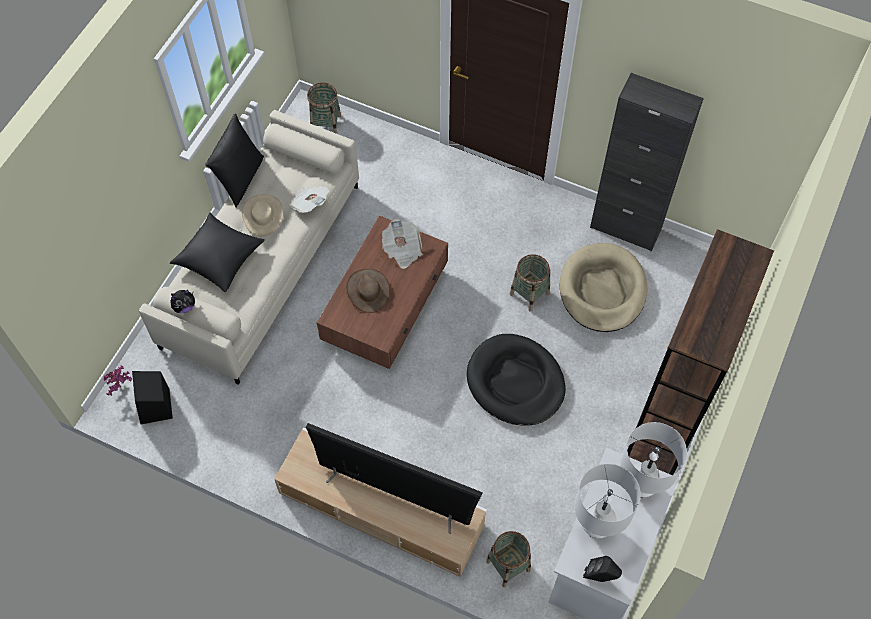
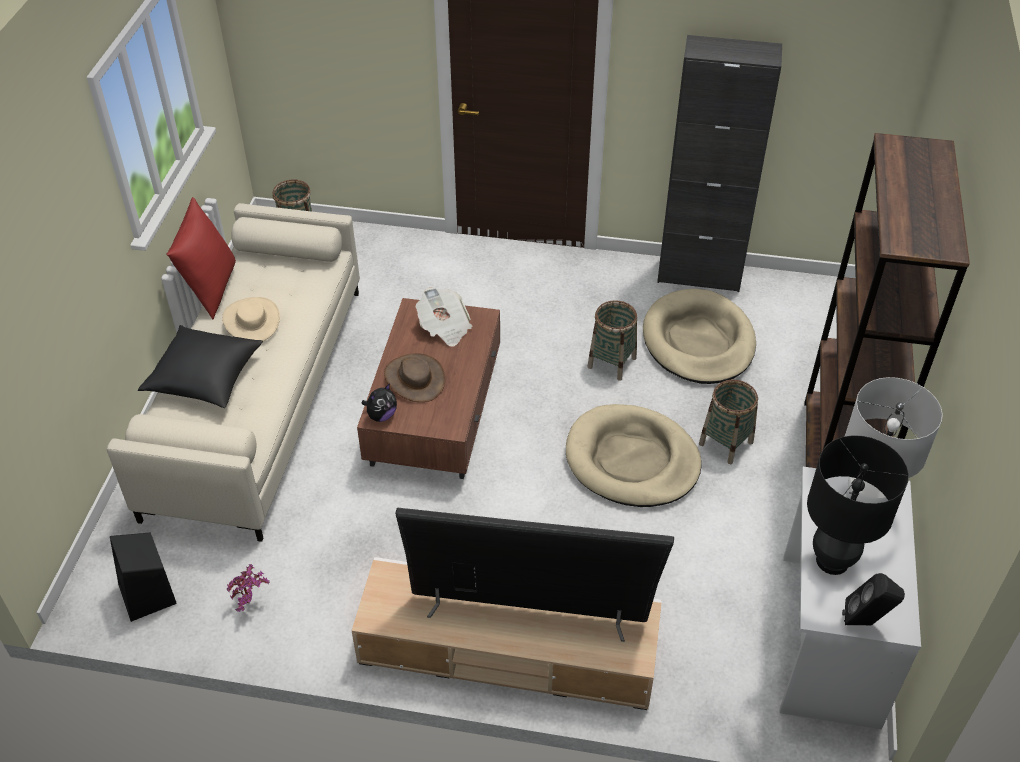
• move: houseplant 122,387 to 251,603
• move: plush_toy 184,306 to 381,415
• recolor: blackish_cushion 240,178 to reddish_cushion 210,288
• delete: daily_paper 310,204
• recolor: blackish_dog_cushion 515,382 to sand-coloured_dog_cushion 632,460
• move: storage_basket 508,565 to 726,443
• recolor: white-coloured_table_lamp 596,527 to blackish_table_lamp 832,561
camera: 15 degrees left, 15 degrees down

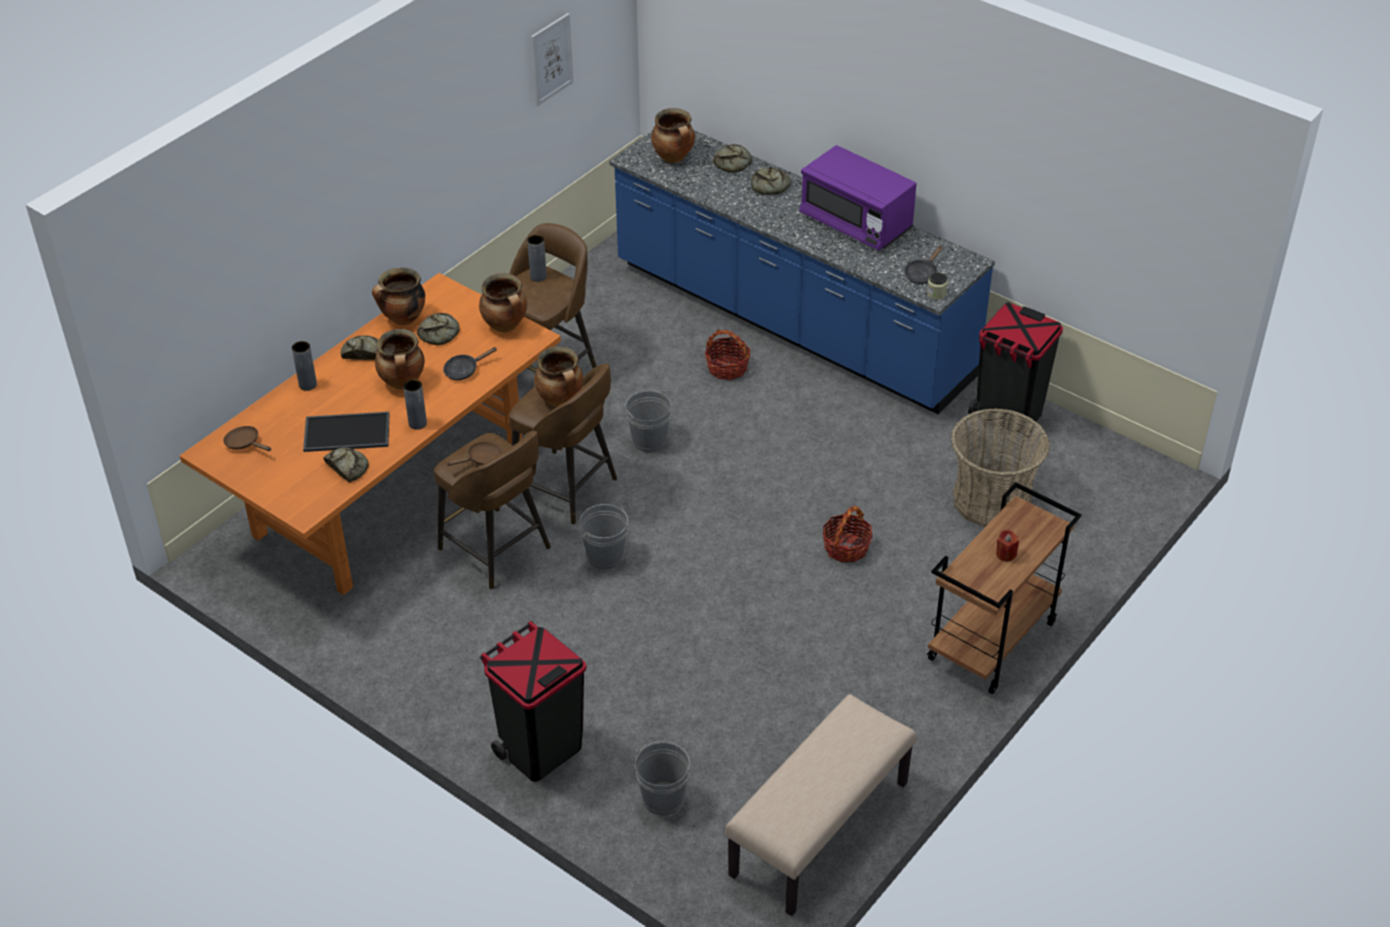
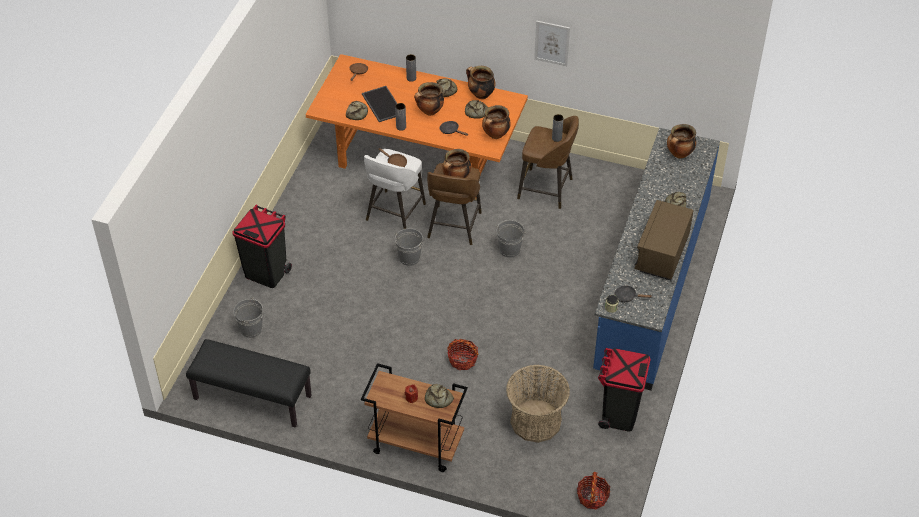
• recolor: brown-coloured_stool_seat 496,550 to white-coloured_stool_seat 394,213
• move: wall_art 551,59 to 552,43
• move: storage_basket 727,368 to 592,497
• move: baked_bread 734,163 to 438,399
• recolor: sand-coloured_bench 820,830 to blackish_bench 252,398
• recolor: purple_microwave_oven 856,223 to brown-coloured_microwave_oven 662,253
camera: 70 degrees right, 5 degrees up

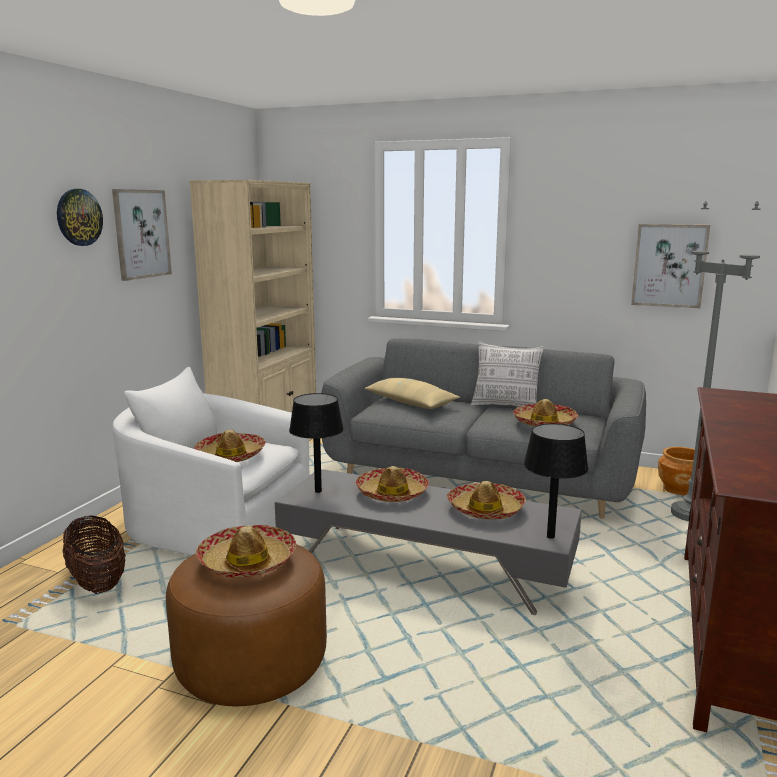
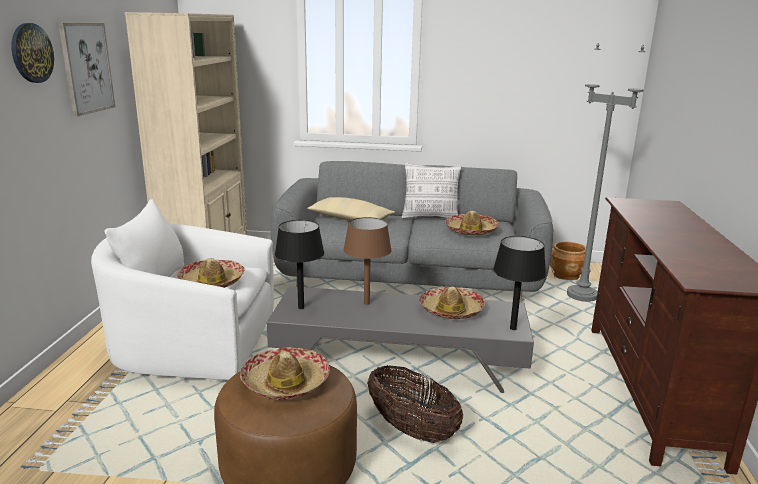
• move: storage_basket 97,582 to 411,429
• replace: clothing_hat 392,493 to brown-coloured_table_lamp 366,303
• delete: wall_art 669,265
camera: 15 degrees left, 5 degrees up

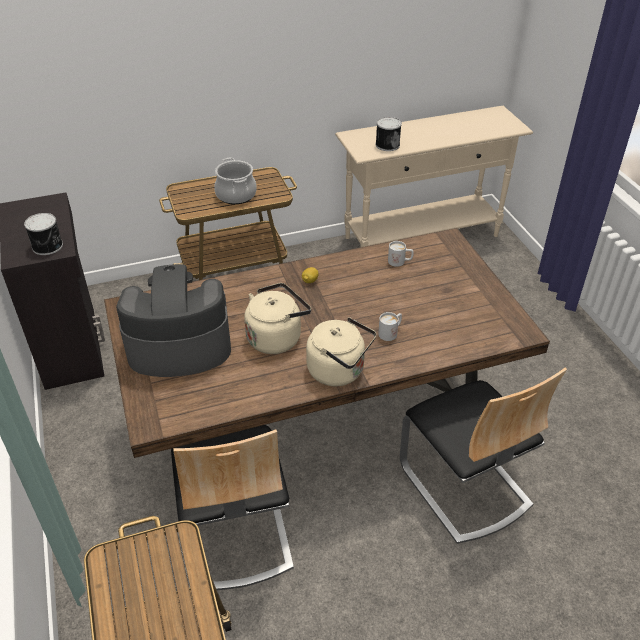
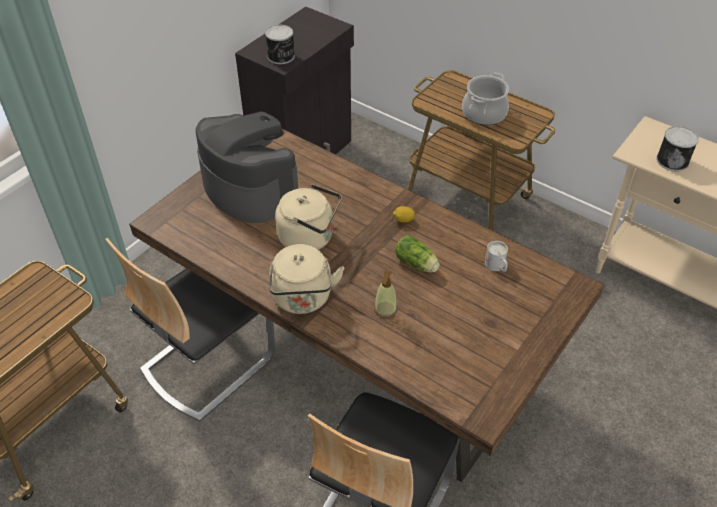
• replace: white-coloured_mug 390,332 to soap_dispenser 385,309
• insert: lettuce 417,264
camera: 55 degrees right, 5 degrees up

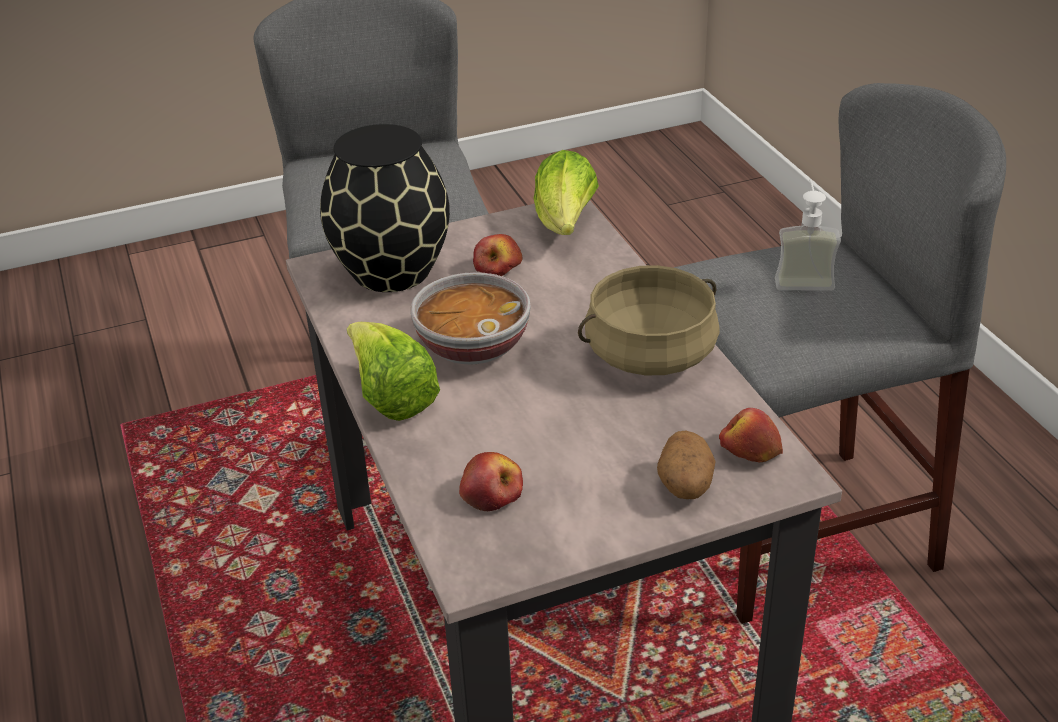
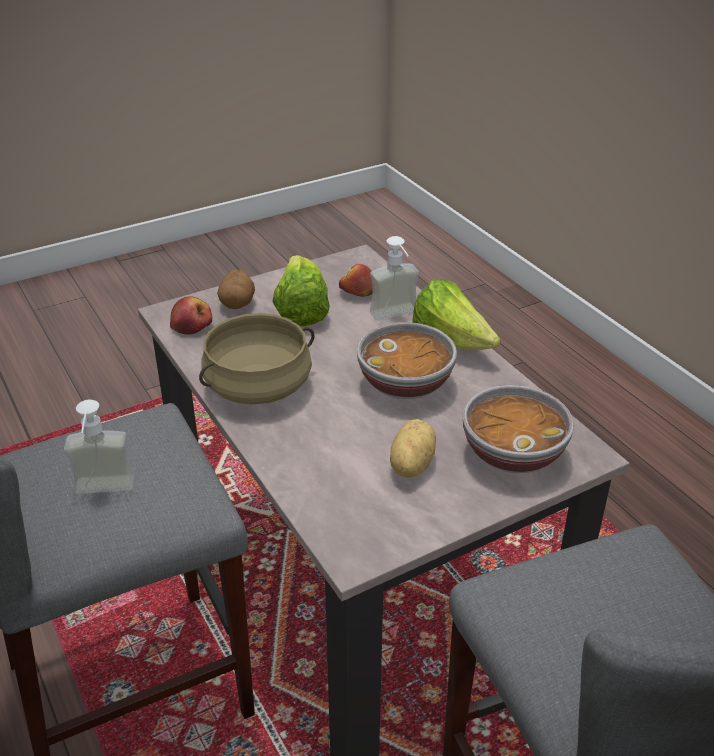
• replace: blackish_decorative_vase 392,272 to bowl 512,452
• replace: apple_fruit 498,268 to whole_potato 410,465
• move: lettuce 565,224 to 301,311
• insert: soap_dispenser 397,317
camera: 170 degrees right, 0 degrees up

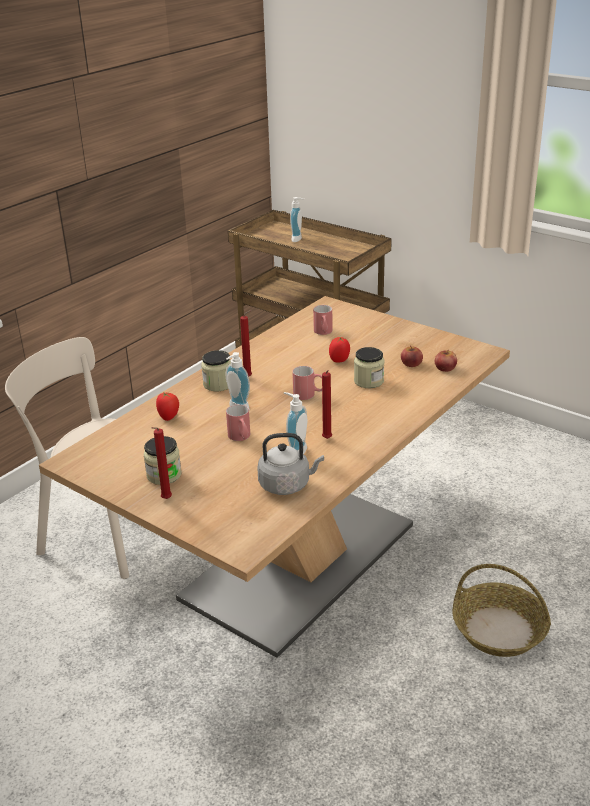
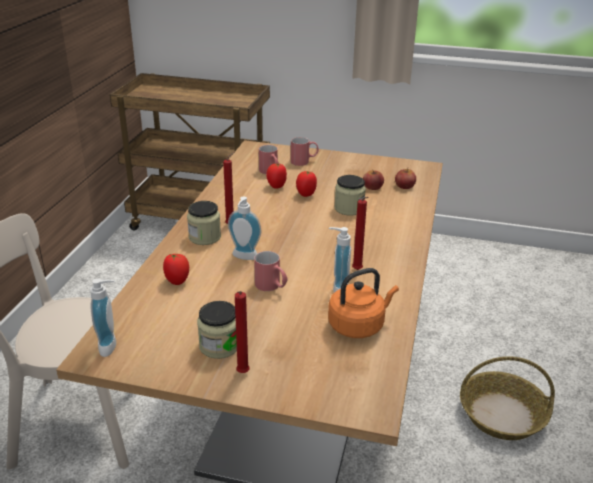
• recolor: greyish_water_kettle 287,485 to orangey_water_kettle 358,325
• move: soap_dispenser 298,239 to 111,346
• move: reddish_mug 309,395 to 304,161
• insert: fresh_tomato 276,186
camera: 25 degrees left, 0 degrees up

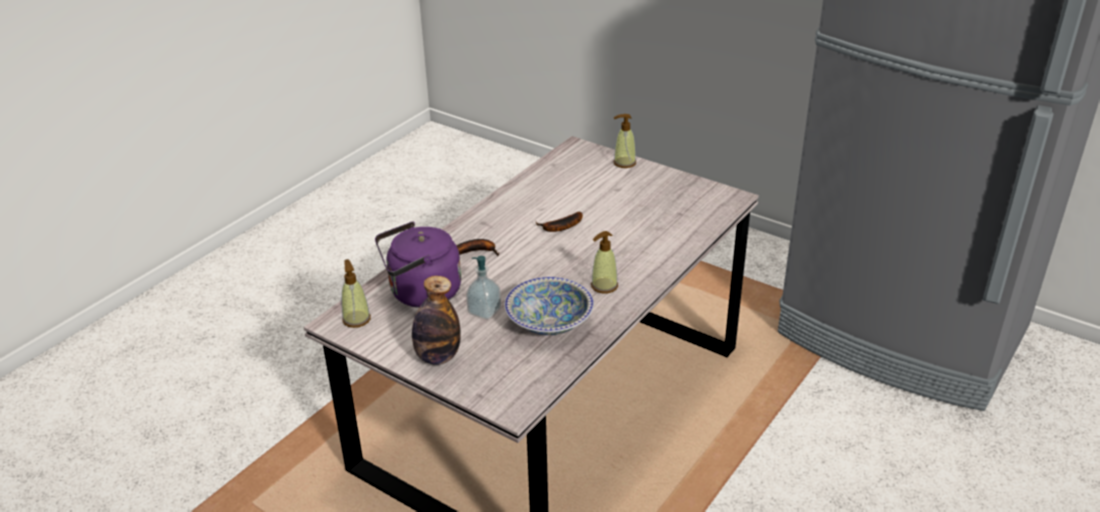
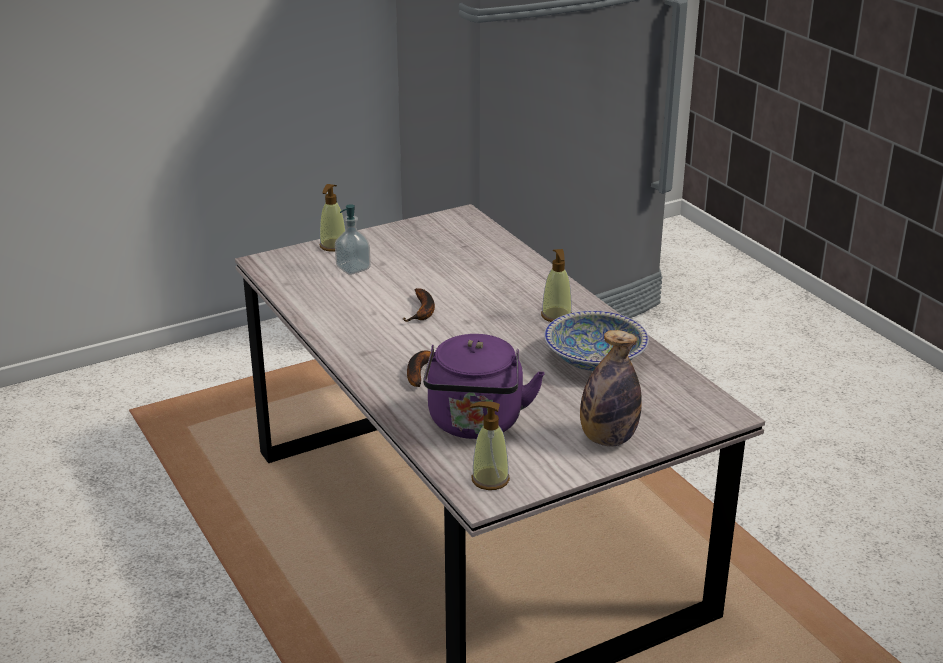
• move: soap_dispenser 484,311 to 353,268
camera: 65 degrees left, 5 degrees down

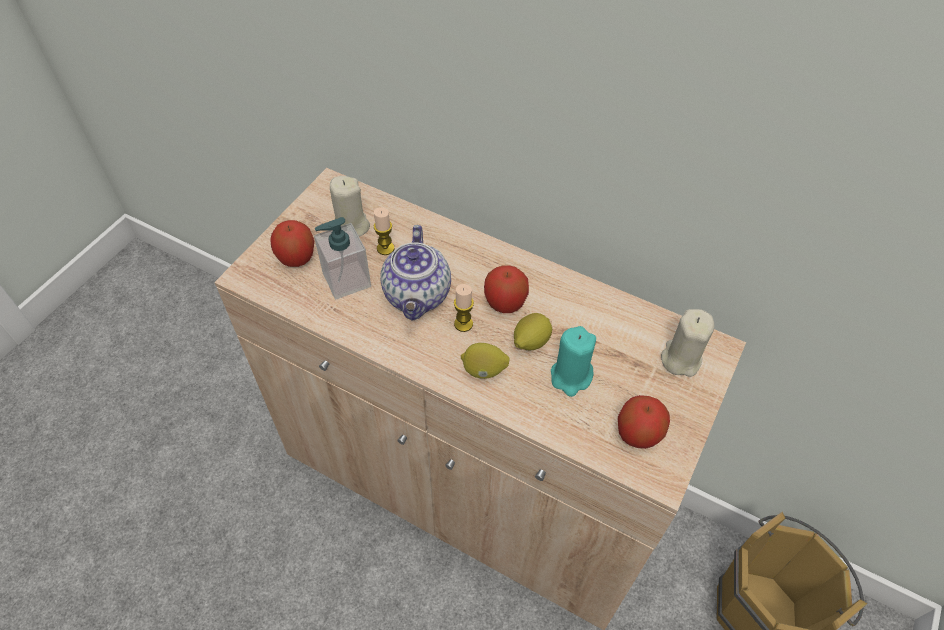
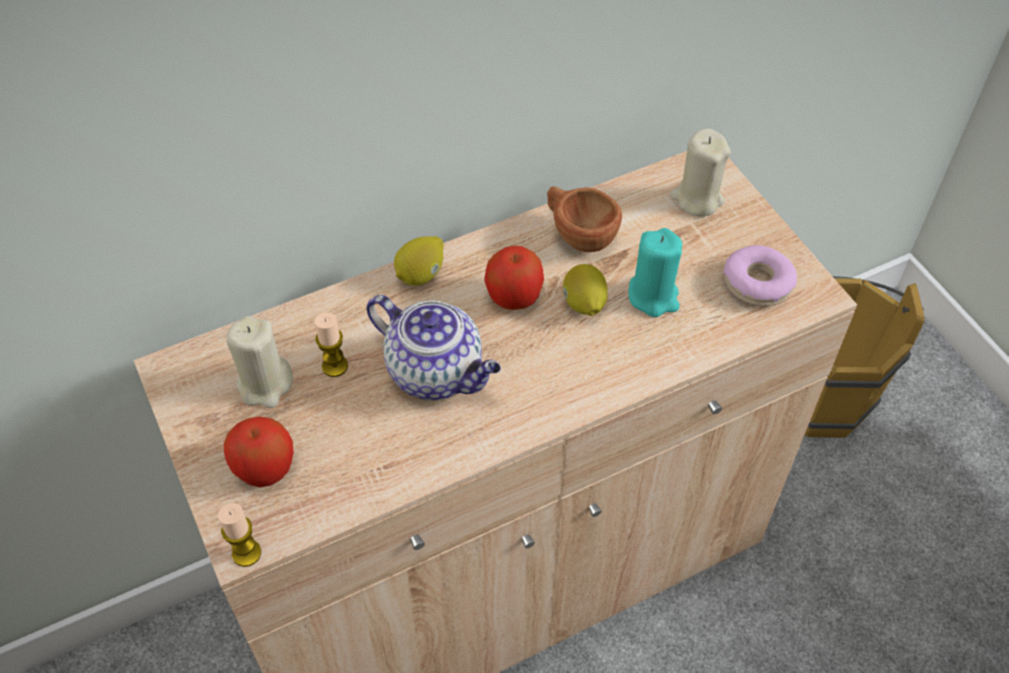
• delete: soap_dispenser 346,280
• move: candle 463,324 to 246,553
• move: lemon 484,370 to 421,274
• replace: apple_fruit 637,434 to doughnut 757,283
• insert: brown-coloured_small_cup 578,234
camera: 55 degrees left, 0 degrees up

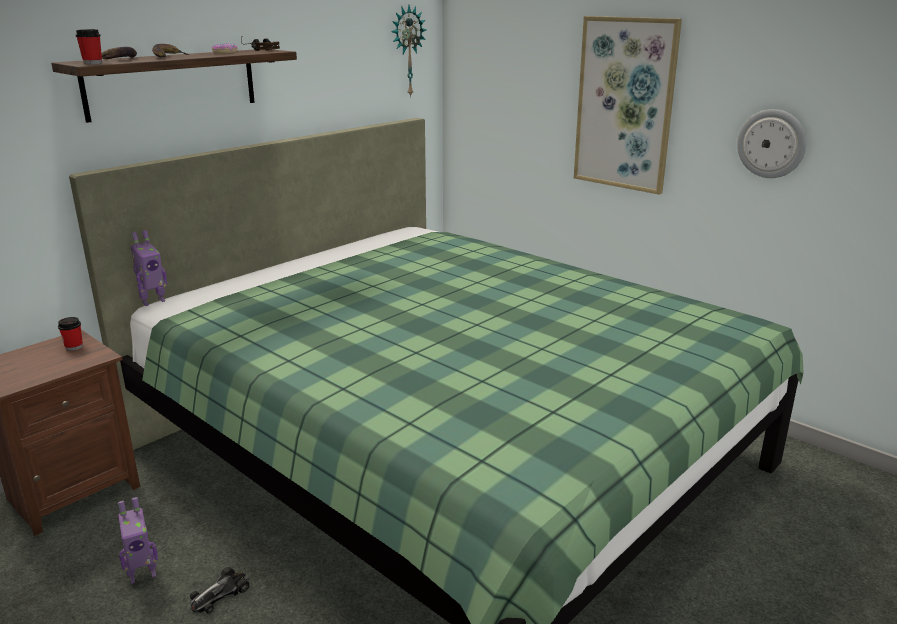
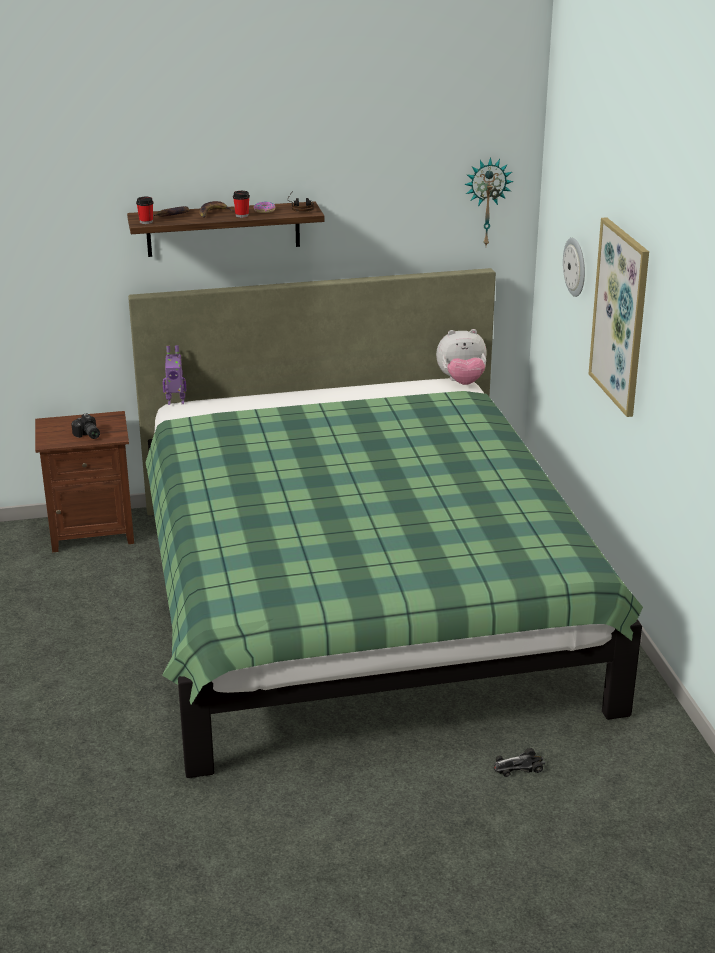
• move: small_cup 74,347 to 242,215
• delete: model_robot 142,574
• move: miniature_car 220,594 to 519,766
• move: wall_clock 771,143 to 575,267
• insert: still_camera 87,435
• insert: plush_toy 461,382
camera: 35 degrees right, 5 degrees up

